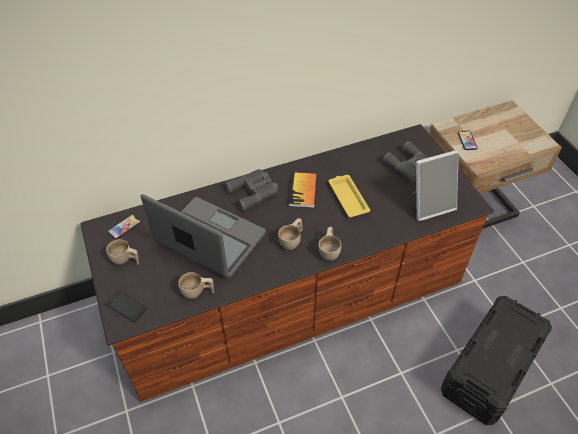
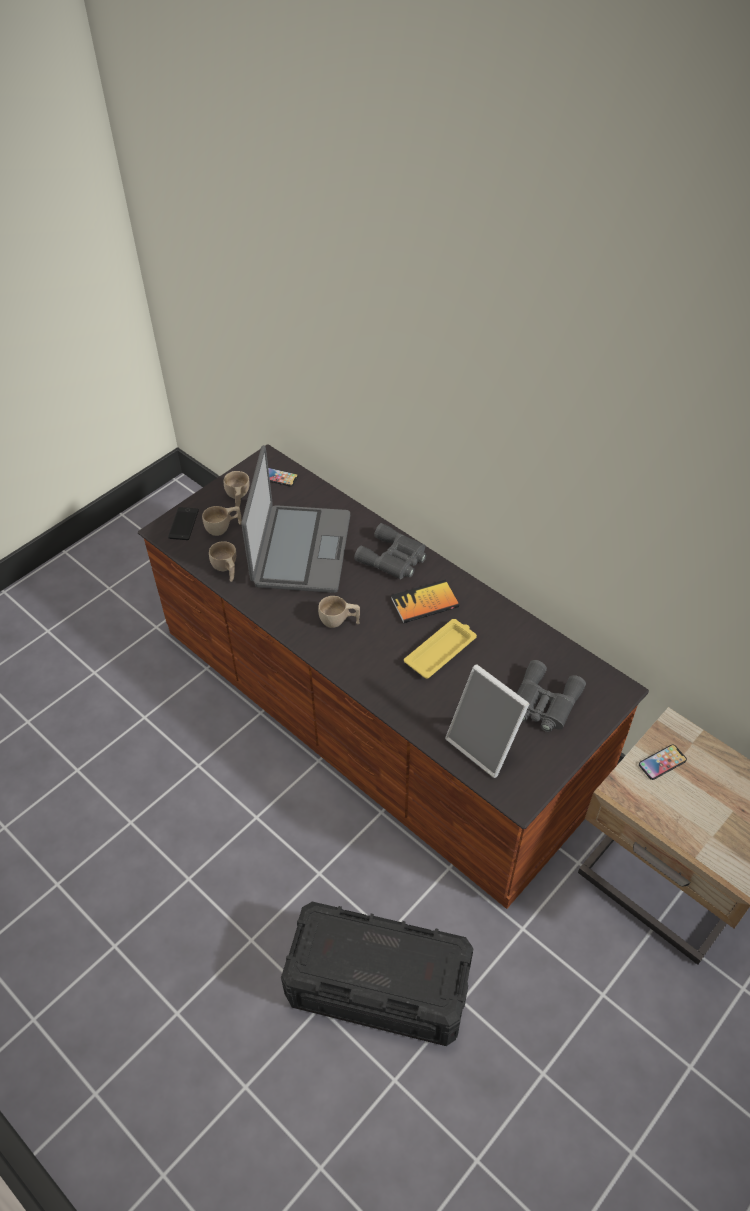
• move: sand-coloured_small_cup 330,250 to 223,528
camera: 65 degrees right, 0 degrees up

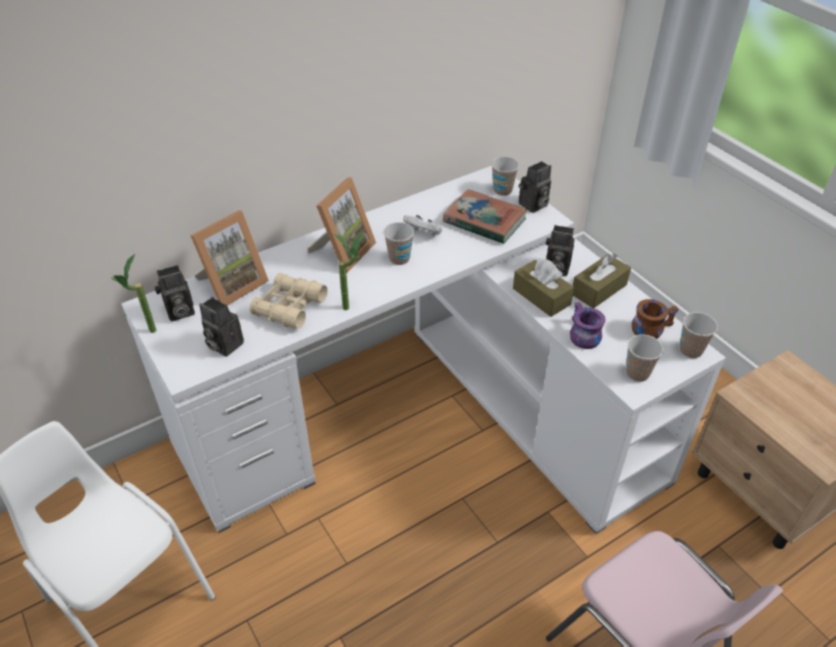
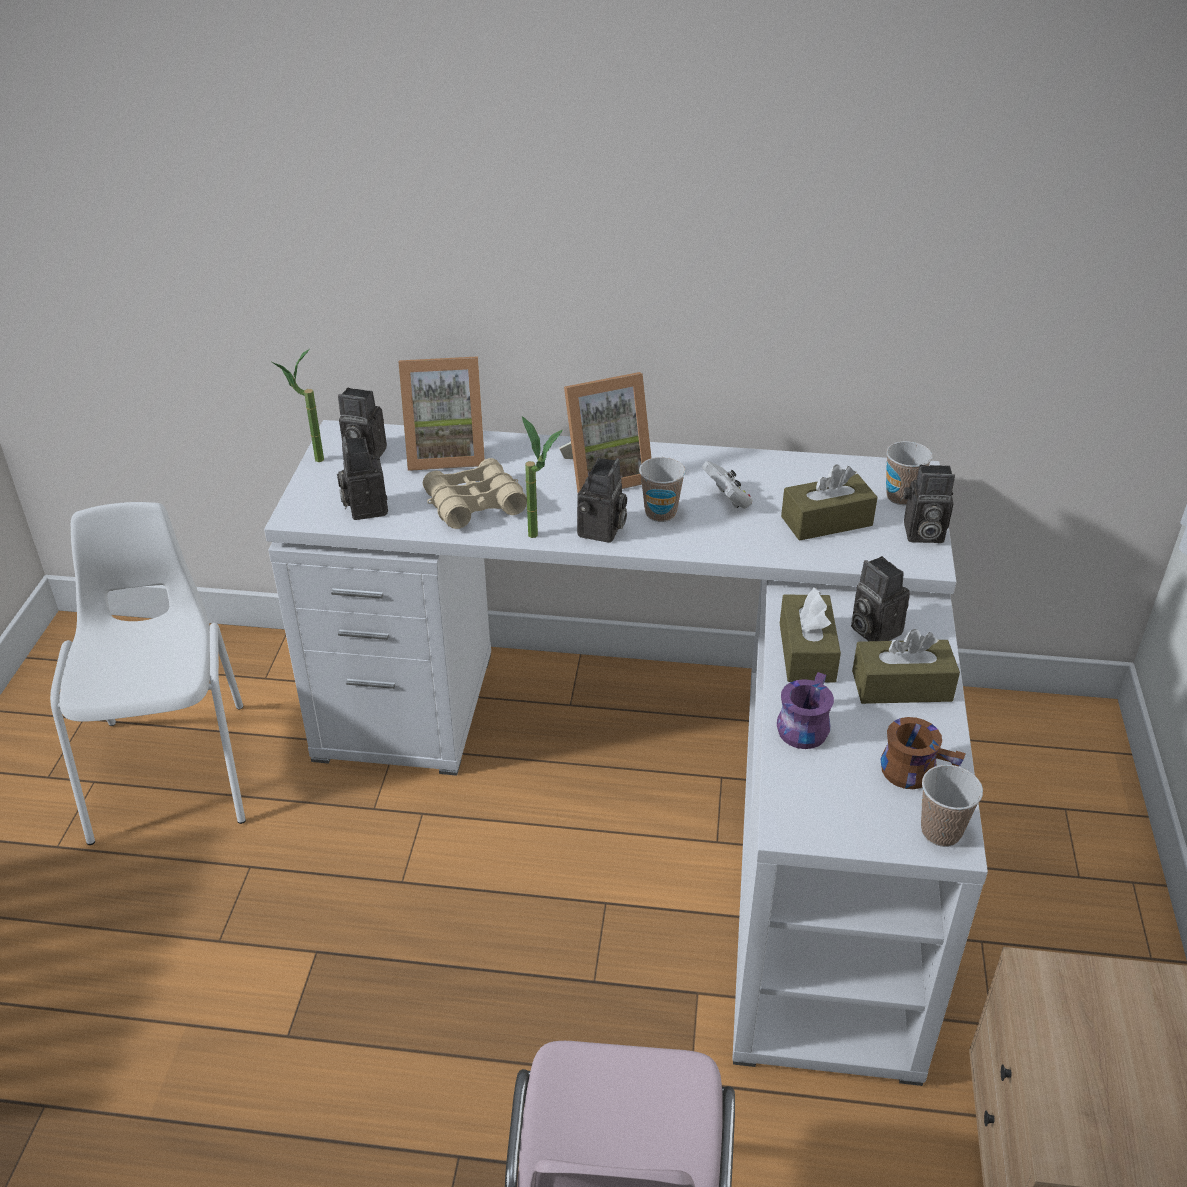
• replace: volume 484,221 to brown-coloured_tissue_box 826,521
• delete: small_cup 637,373
• insert: still_camera 602,532
camera: 40 degrees right, 5 degrees down

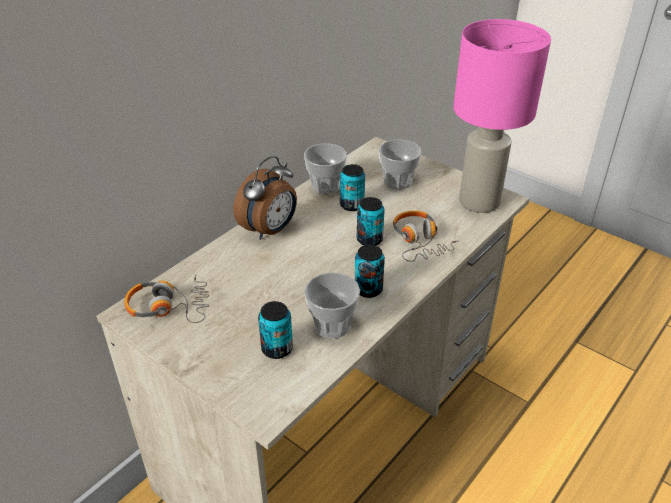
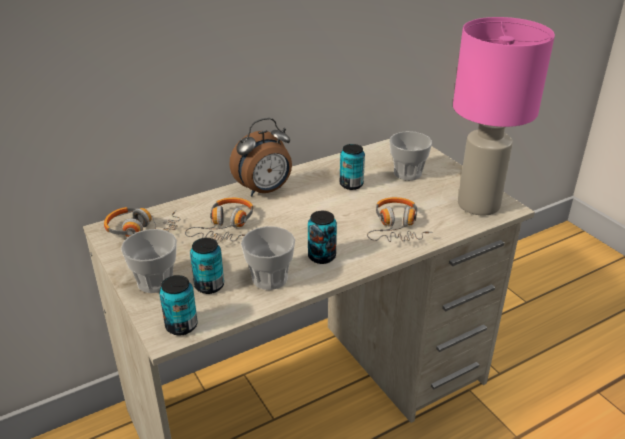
• move: small_cup 325,186 to 155,281
• move: metal_can 369,240 to 181,326
• insert: headset 226,227
camera: 20 degrees right, 5 degrees down

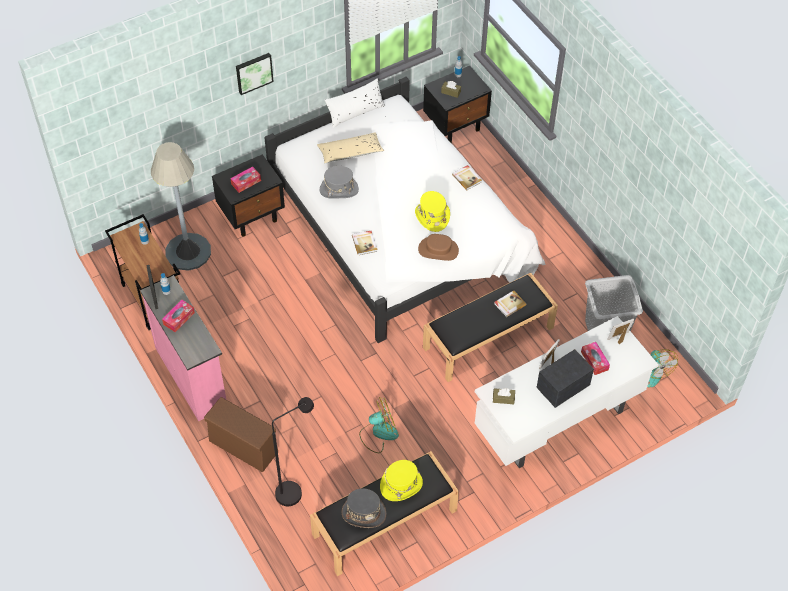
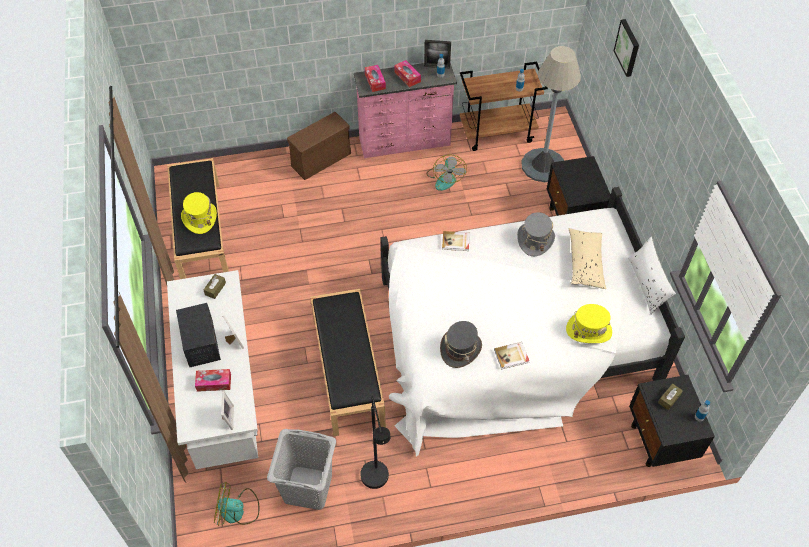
• move: tissue_box 246,182 to 375,81
• move: wall_art 253,72 to 628,47
• move: blackish_standard_lamp 294,490 to 377,483
• move: greyish_clothing_hat 364,513 to 460,349
• move: cooling_fan 378,433 to 445,178
• move: yellow_clothing_hat 432,216 to 589,330
• delete: brown-coloured_clothing_hat 438,250
• delete: volume 509,304
camera: 110 degrees right, 0 degrees up

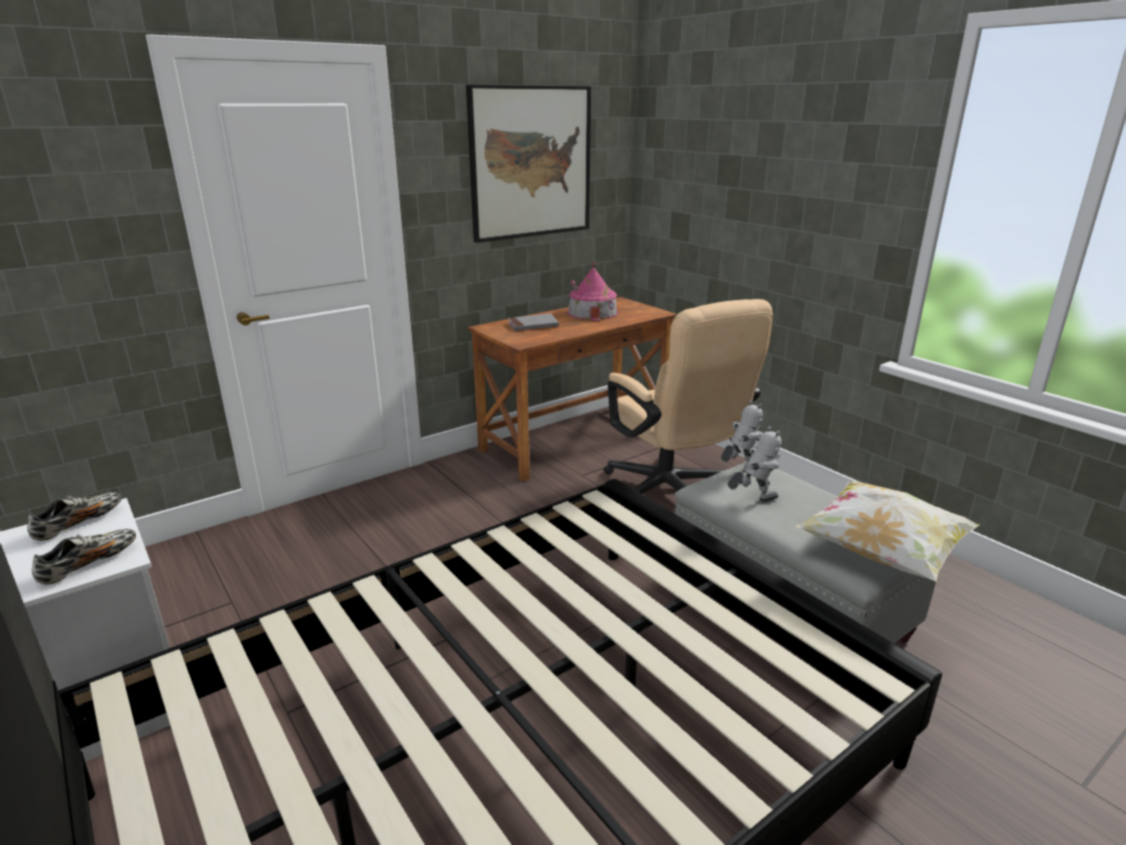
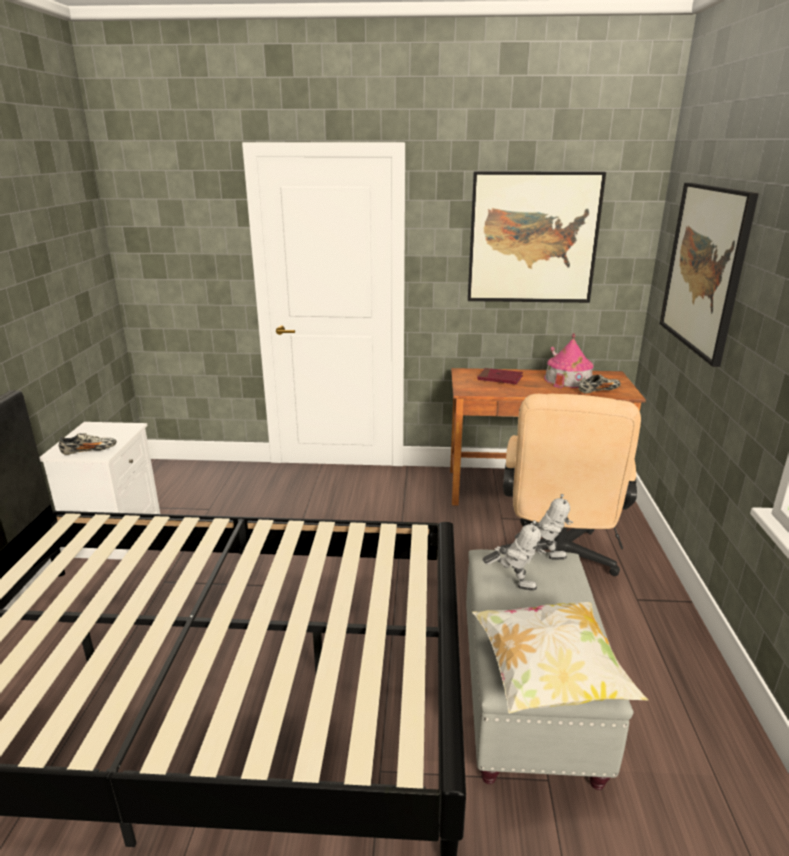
• move: shoe 79,524 to 598,391
• recolor: greyish_volume 533,325 to reddish_volume 500,378
• insert: wall_art 705,269
camera: 40 degrees right, 0 degrees up

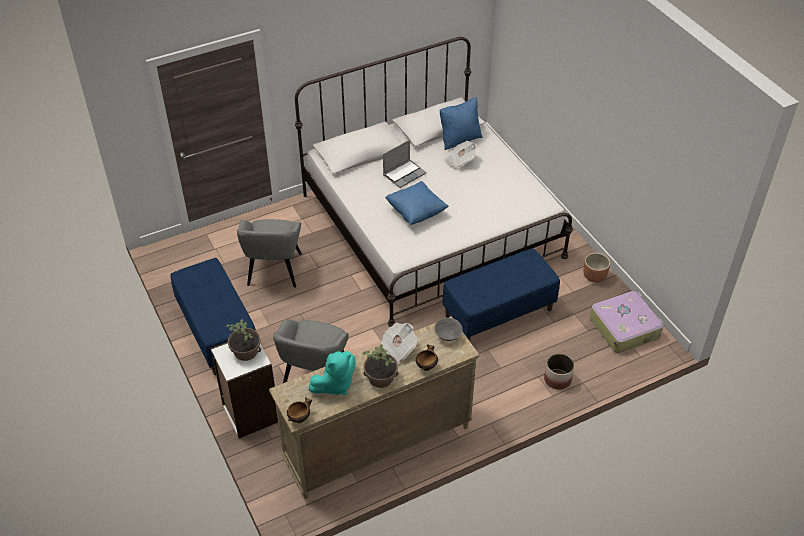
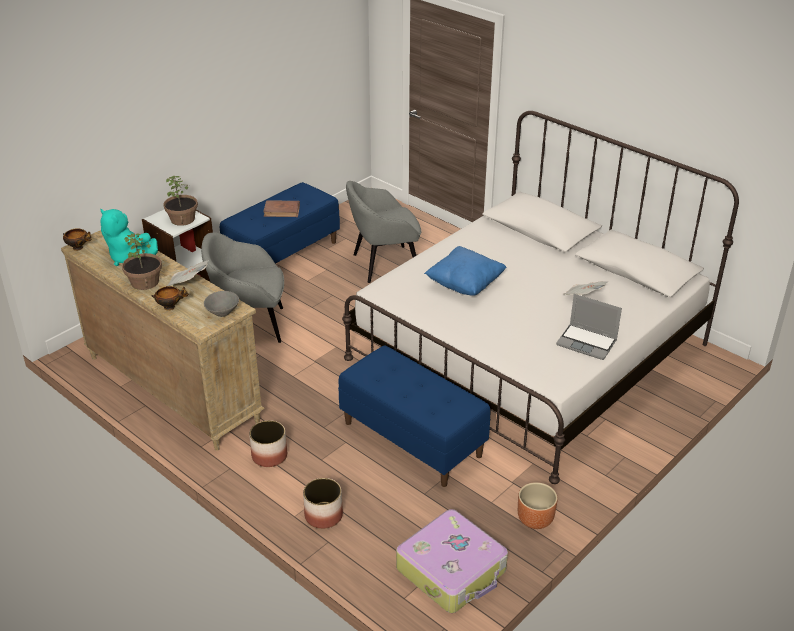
• move: laptop 404,174 to 587,342
• delete: blue-coloured_cushion 459,139
• insert: flower_pot 269,456
• insert: brown-coloured_volume 282,211
camera: 70 degrees right, 10 degrees down

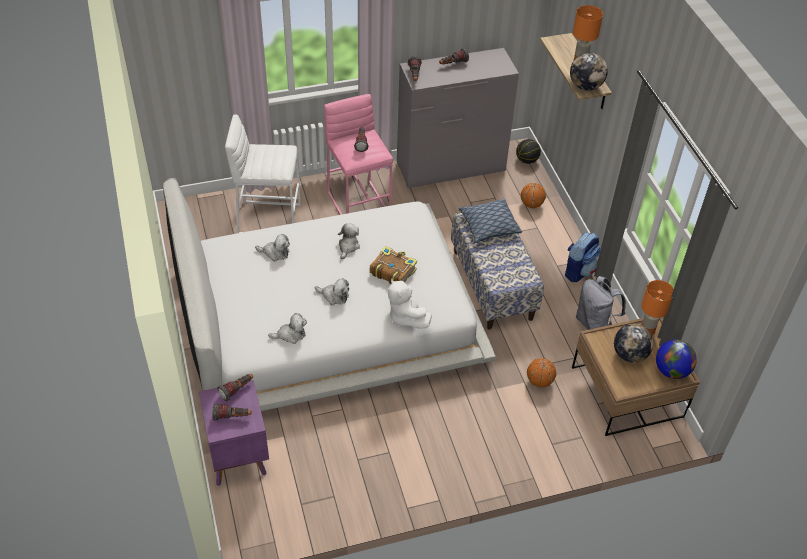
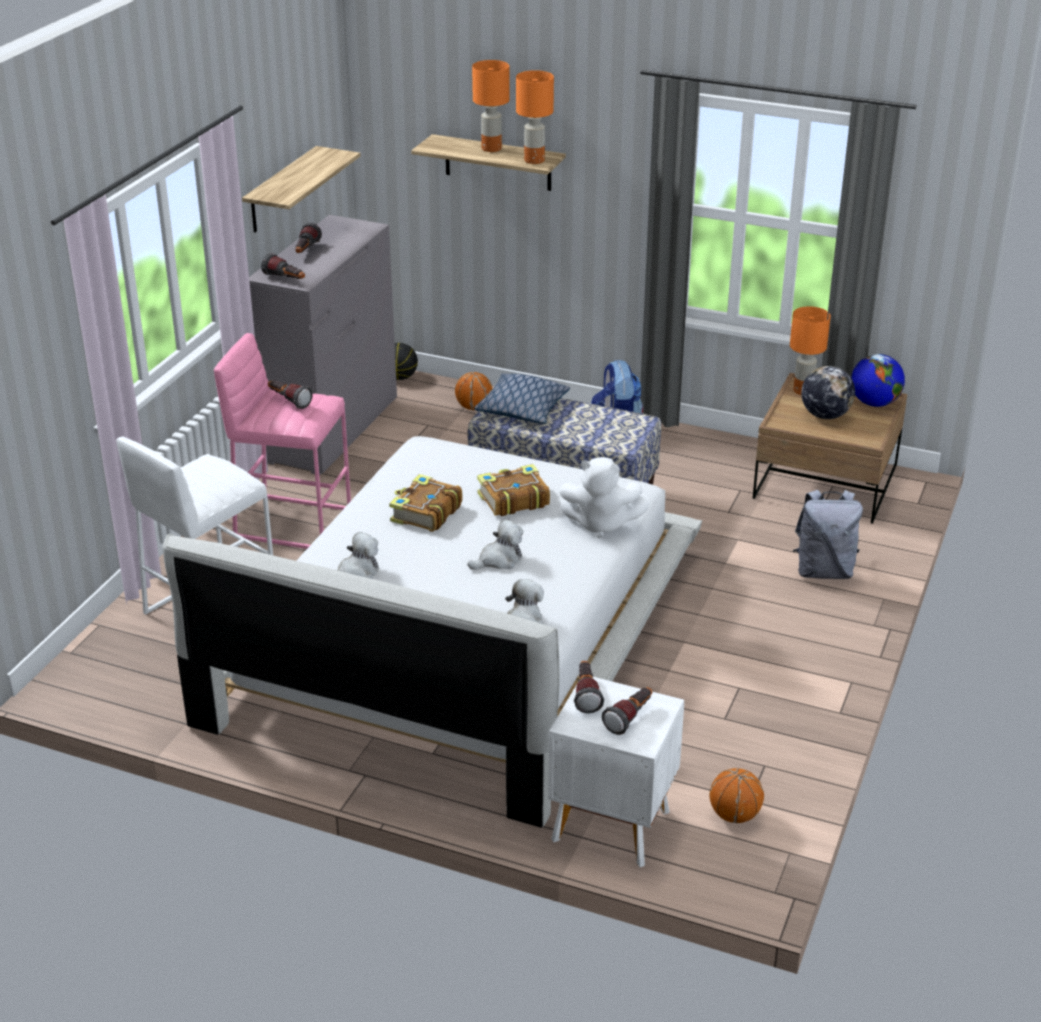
• recolor: purple_nightstand 238,456 to white-coloured_nightstand 610,823
• replace: plush_toy 348,246 to volume 425,513
• move: basketball 539,381 to 734,815
• replace: desk_globe 585,86 to orangey_table_lamp 535,160
• move: greyish_knapsack 594,323 to 824,571
• insert: bracket_shelf 281,190
camera: 50 degrees left, 15 degrees down

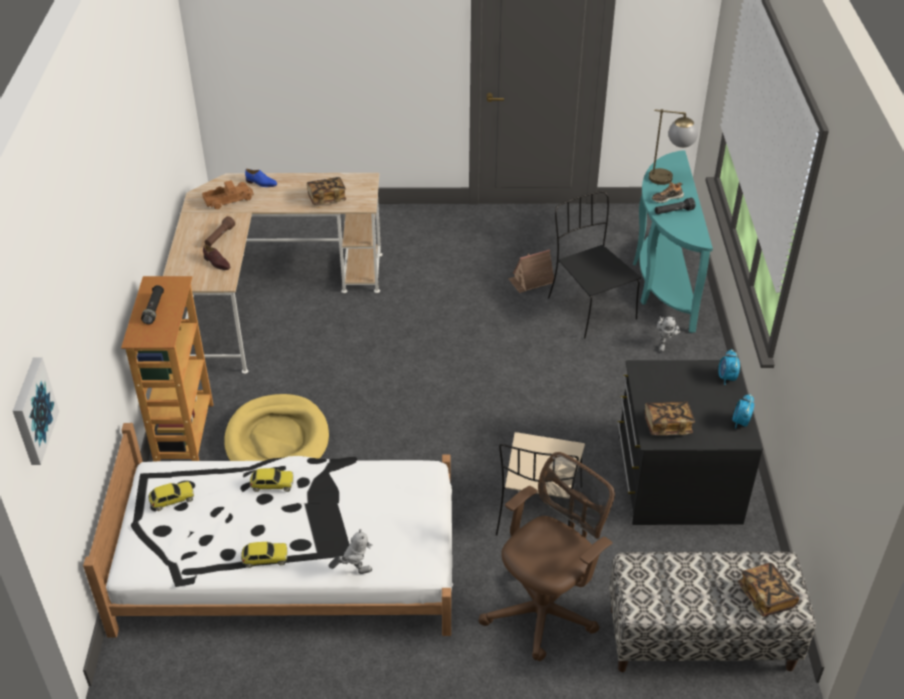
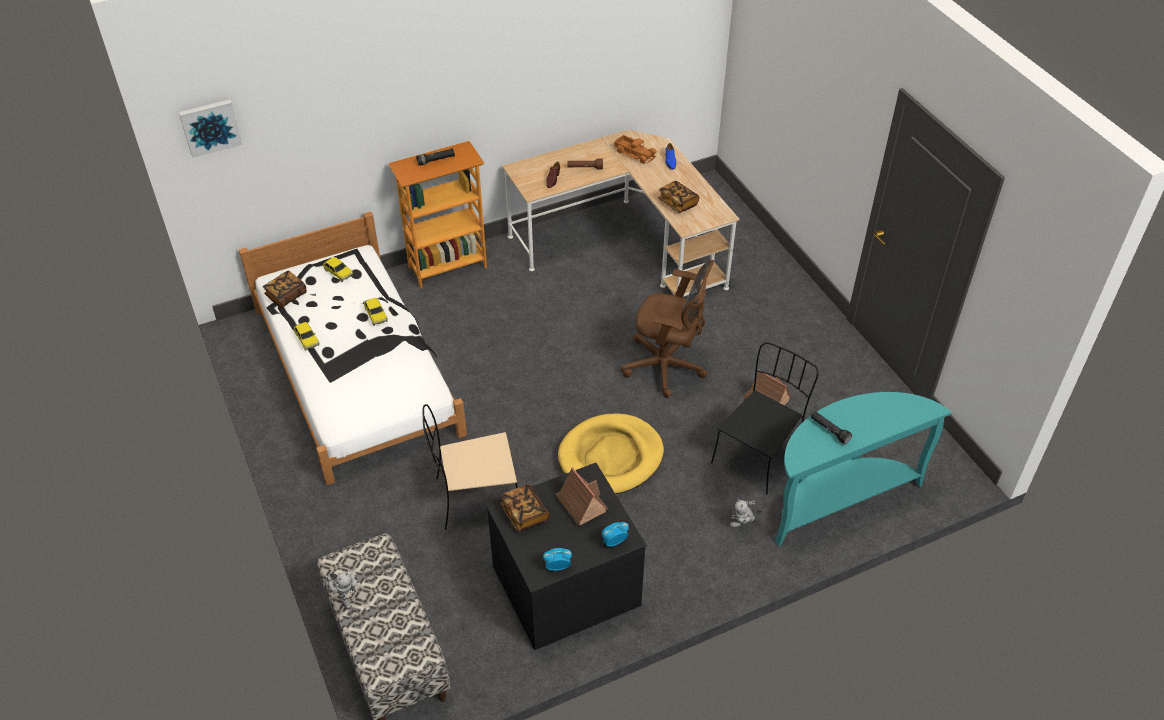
• move: yellow_dog_cushion 277,440 to 611,457
• move: model_robot 353,570 to 344,597
• move: brown-coloured_desk_chair 545,610 to 666,367
• delete: table_lamp 669,179
• delete: shoe 666,198
• move: volume 766,597 to 286,295
• insert: toy_house 581,504
camera: 65 degrees right, 5 degrees up

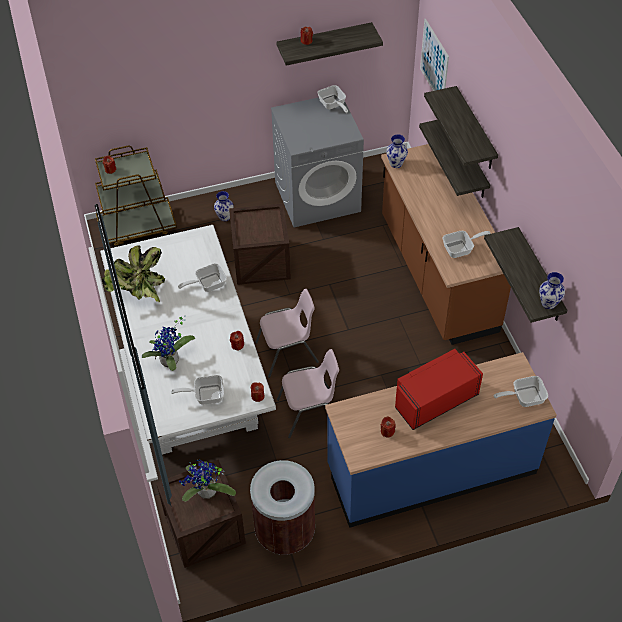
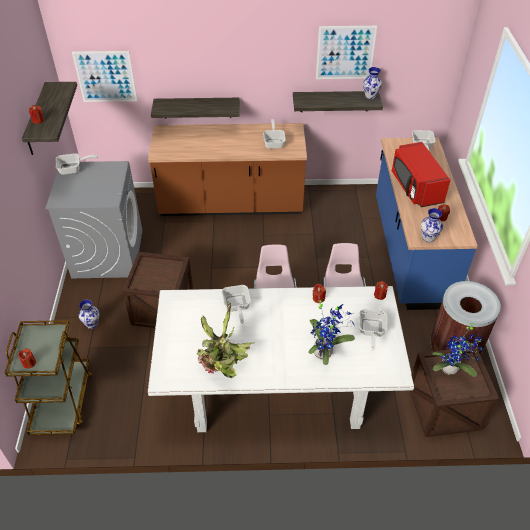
• move: decorative_vase 396,163 to 428,237
• delete: bracket_shelf 475,130
• insert: wall_art 345,52
camera: 75 degrees left, 5 degrees down

